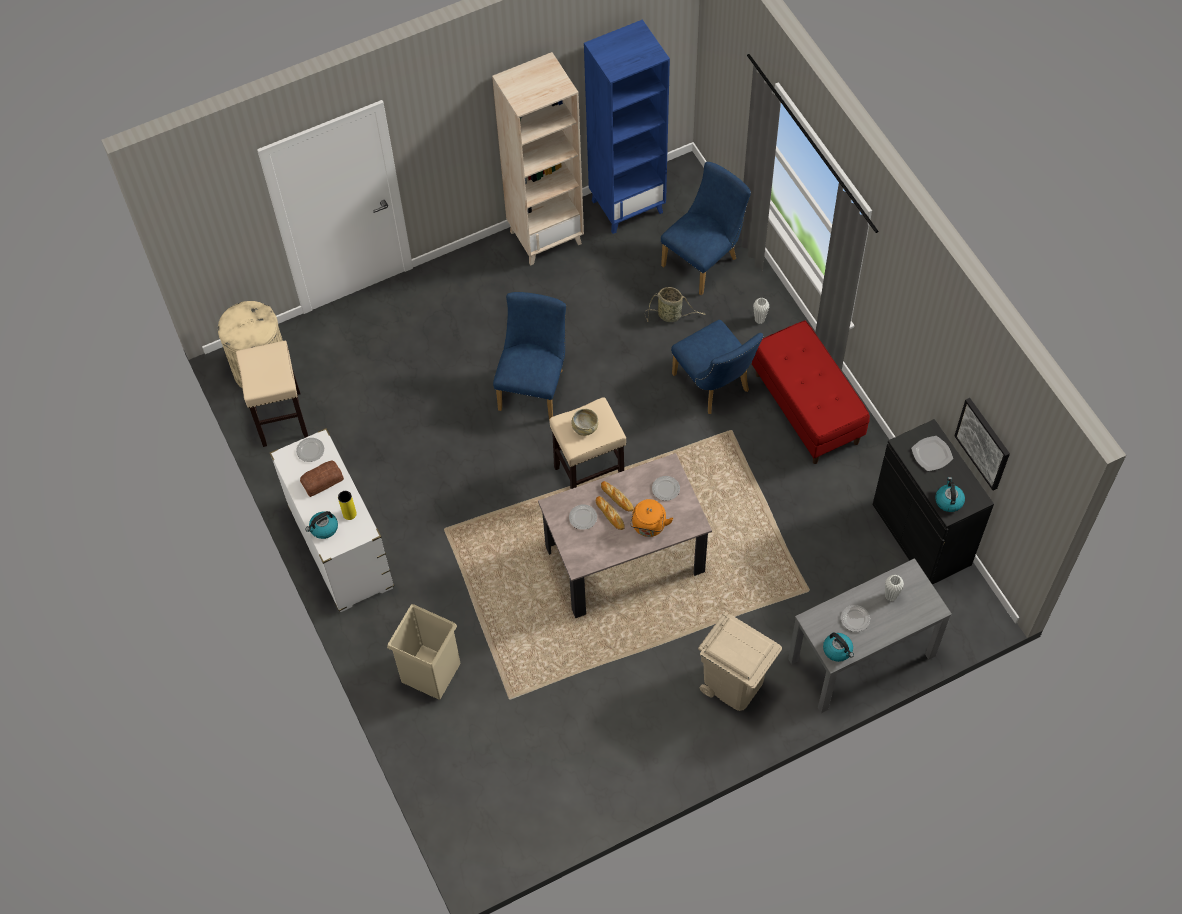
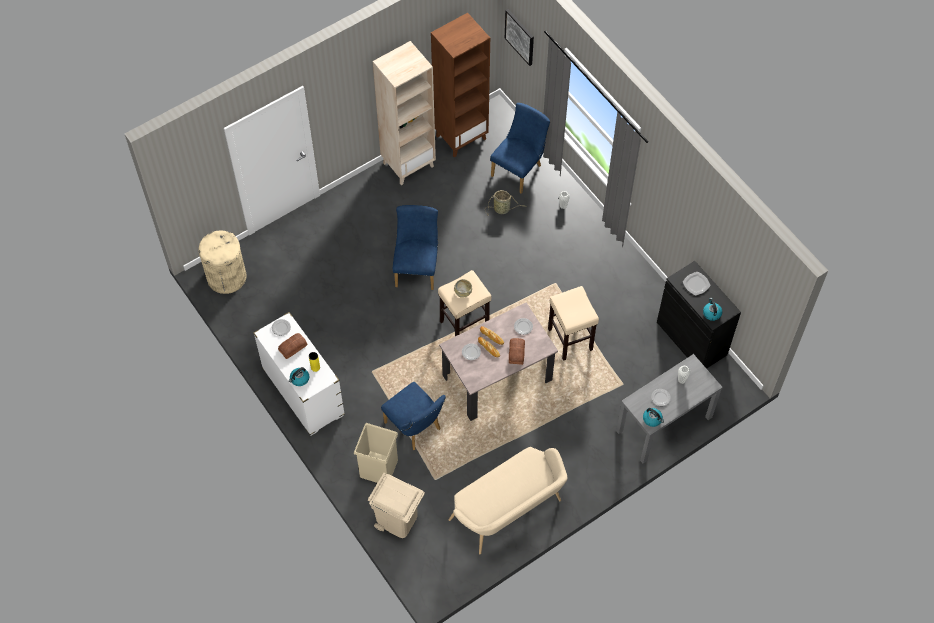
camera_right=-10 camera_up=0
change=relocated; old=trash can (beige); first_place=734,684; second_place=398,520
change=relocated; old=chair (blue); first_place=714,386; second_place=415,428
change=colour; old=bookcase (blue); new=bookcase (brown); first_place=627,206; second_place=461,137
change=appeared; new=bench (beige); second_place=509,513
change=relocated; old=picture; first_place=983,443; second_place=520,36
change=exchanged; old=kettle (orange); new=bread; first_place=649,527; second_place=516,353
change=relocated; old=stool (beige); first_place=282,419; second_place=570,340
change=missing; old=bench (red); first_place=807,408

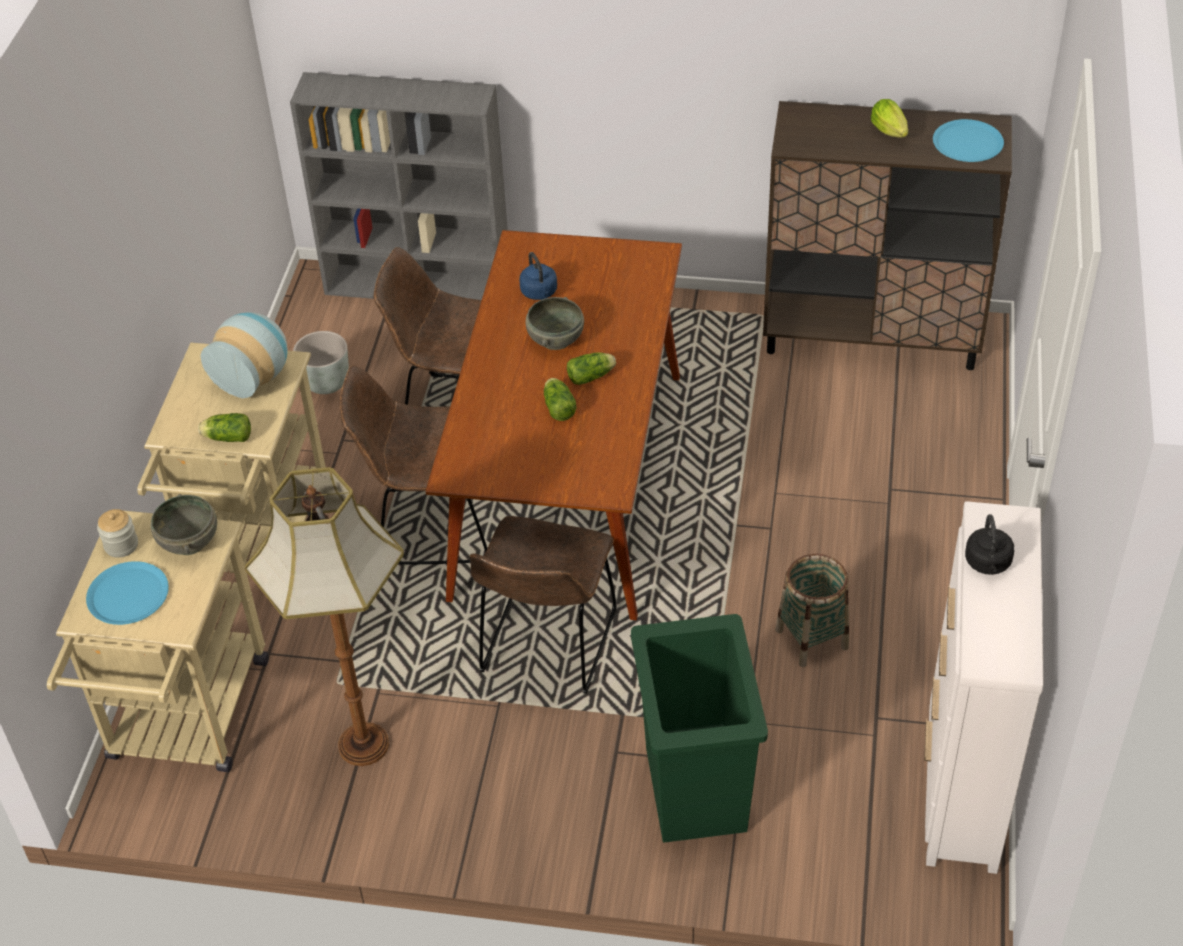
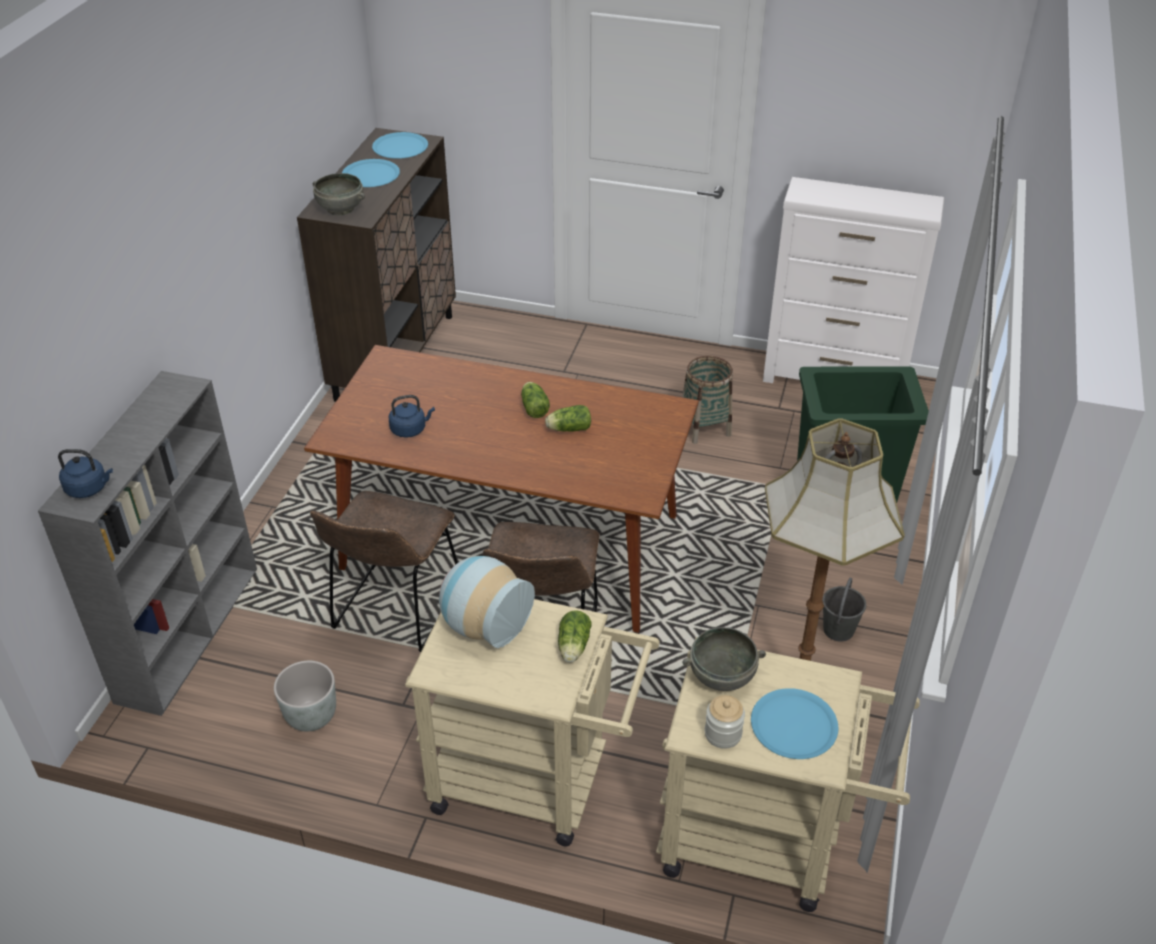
camera_right=-85 camera_up=-5
change=appeared; new=kettle (blue); second_place=89,488
change=relocated; old=bowl (grey); first_place=555,339; second_place=340,209
change=exchanged; old=lettuce; new=plate (blue); first_place=890,133; second_place=371,175
change=appeared; new=bucket (grey); second_place=838,630
change=missing; old=chair (brown); first_place=546,647
change=missing; old=kettle (black); first_place=988,564

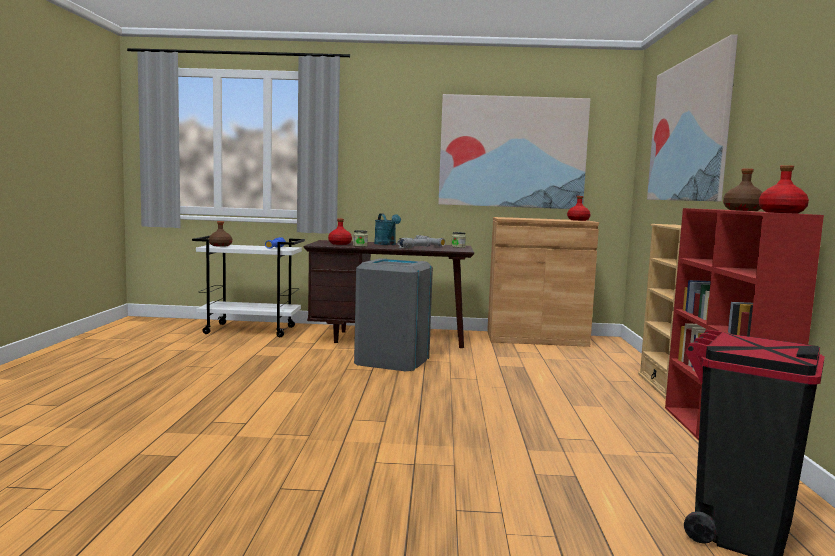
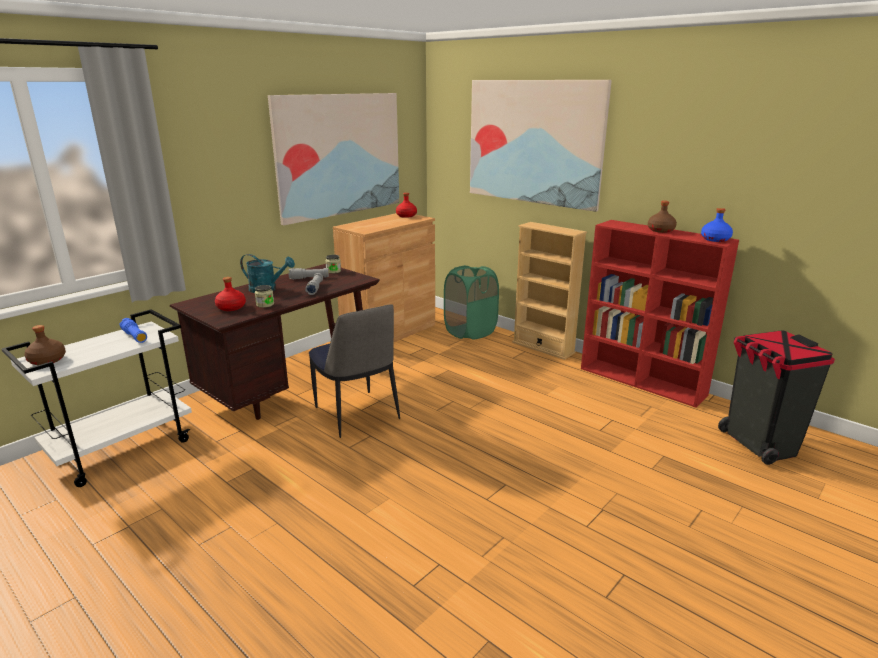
camera_right=-50 camera_up=15
change=exchanged; old=trash can (grey); new=chair; first_place=392,360; second_place=357,415
change=appeared; new=laundry basket (green); second_place=470,332
change=colour; old=bottle (red); new=bottle (blue); first_place=781,212; second_place=715,239

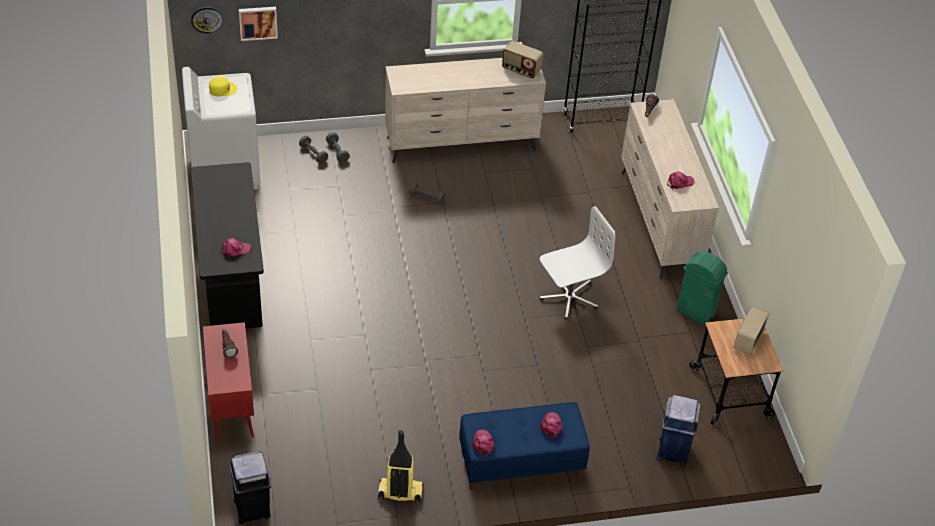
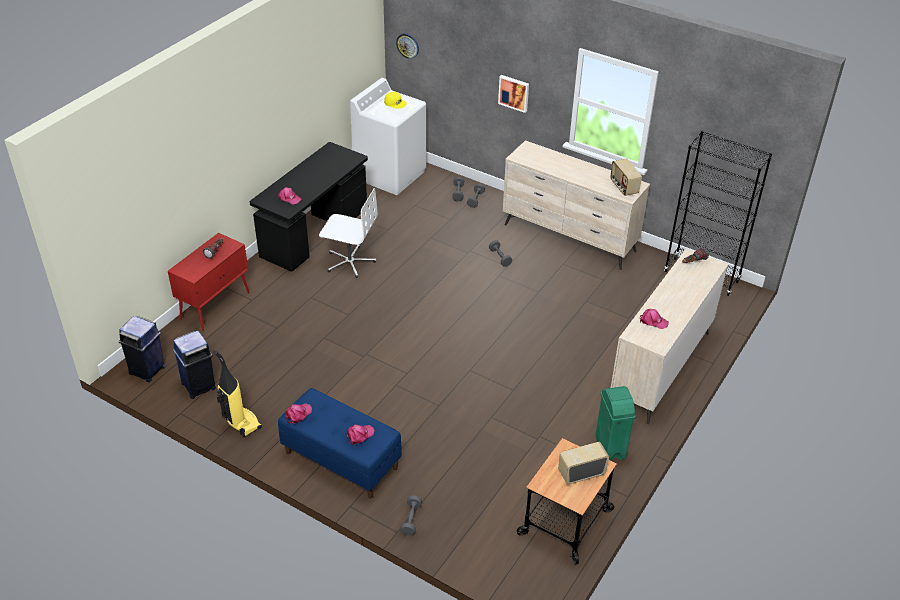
camera_right=45 camera_up=-5
change=relocated; old=trash can (blue); first_place=673,451; second_place=199,385
change=relocated; old=office chair (white); first_place=568,297; second_place=350,262
change=appeared; new=dumbbell (grey); second_place=411,520
change=relocated; old=picture; first_place=258,22; second_place=514,93

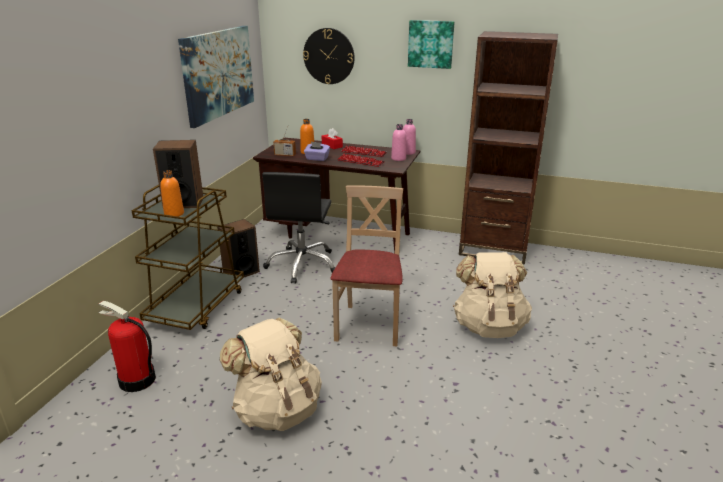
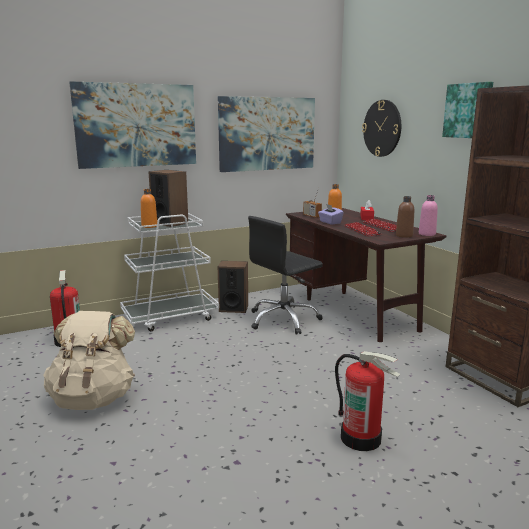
camera_right=45 camera_up=-10
change=appeared; new=picture; second_place=136,125
change=colour; old=cart (brown); new=cart (white); first_place=197,306; second_place=170,317
change=exchanged; old=backpack (beige); new=fire extinguisher; first_place=489,326; second_place=361,438
change=colour; old=bottle (pink); new=bottle (brown); first_place=398,159; second_place=404,236
change=missing; old=chair (beige); first_place=369,325

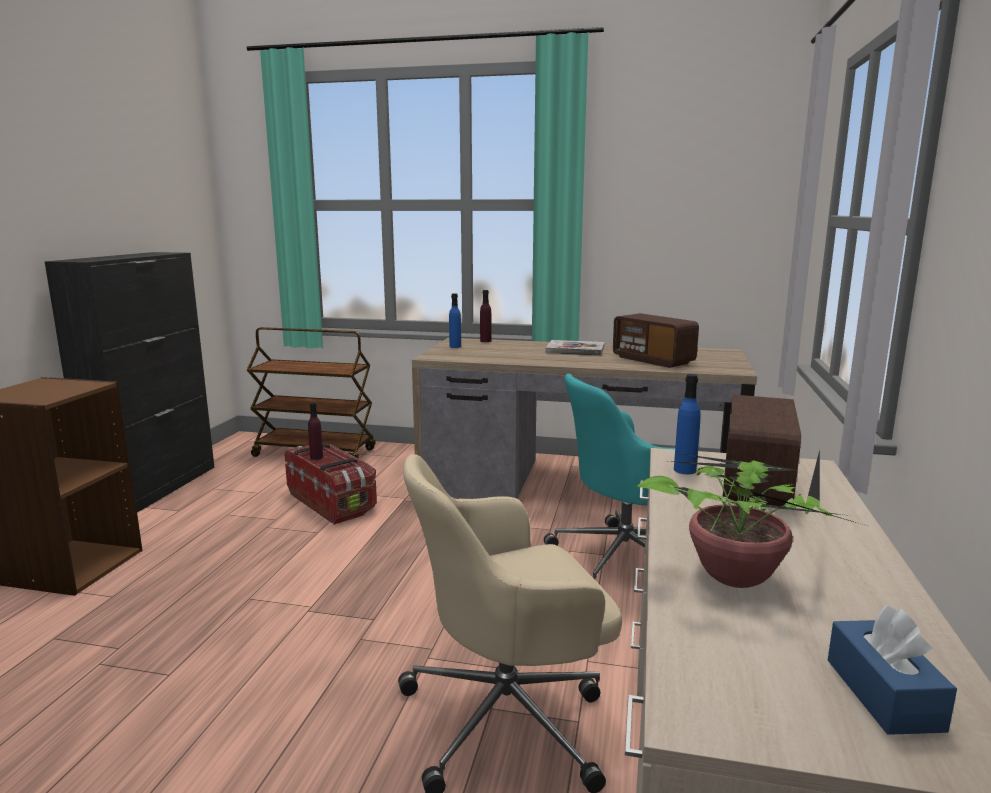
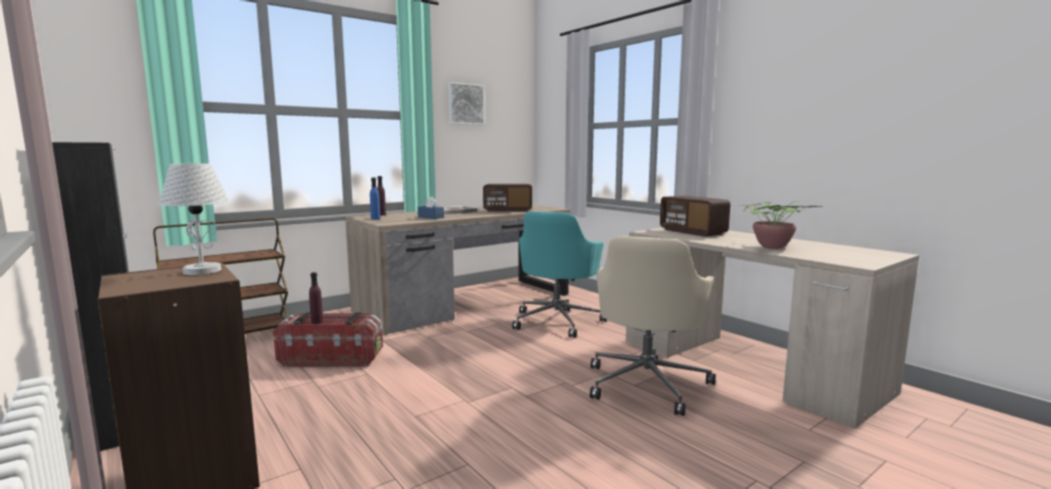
camera_right=-50 camera_up=-5
change=appeared; new=table lamp (white); second_place=201,271
change=relocated; old=tissue box (blue); first_place=883,694; second_place=430,217
change=appeared; new=picture; second_place=465,104
change=missing; old=bottle (blue); first_place=685,470

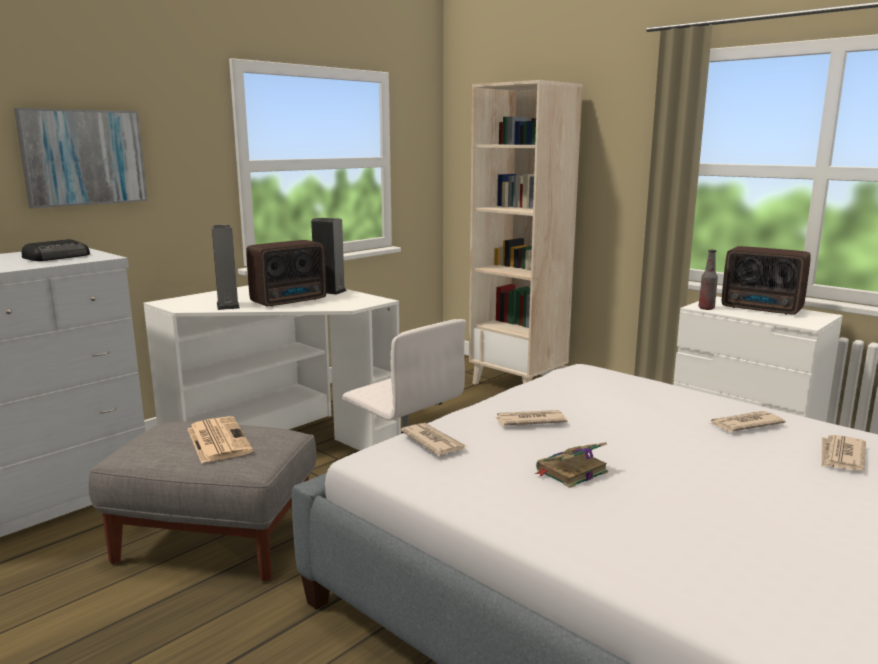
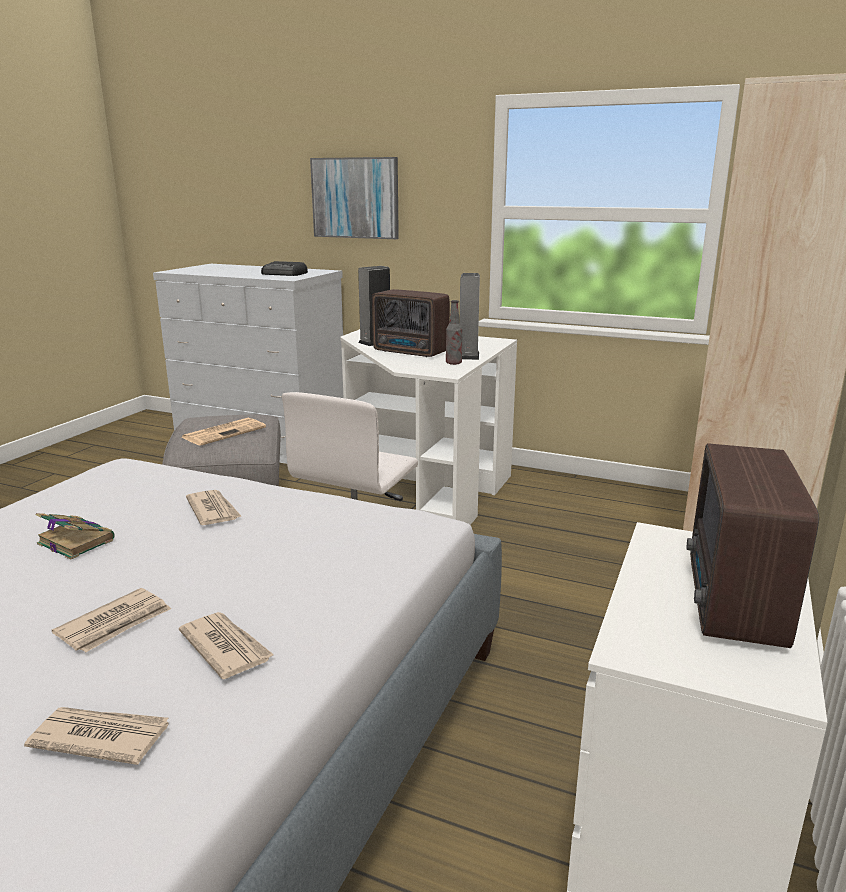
camera_right=70 camera_up=5
change=relocated; old=newspaper; first_place=433,442; second_place=115,624
change=relocated; old=bottle; first_place=706,308; second_place=453,363

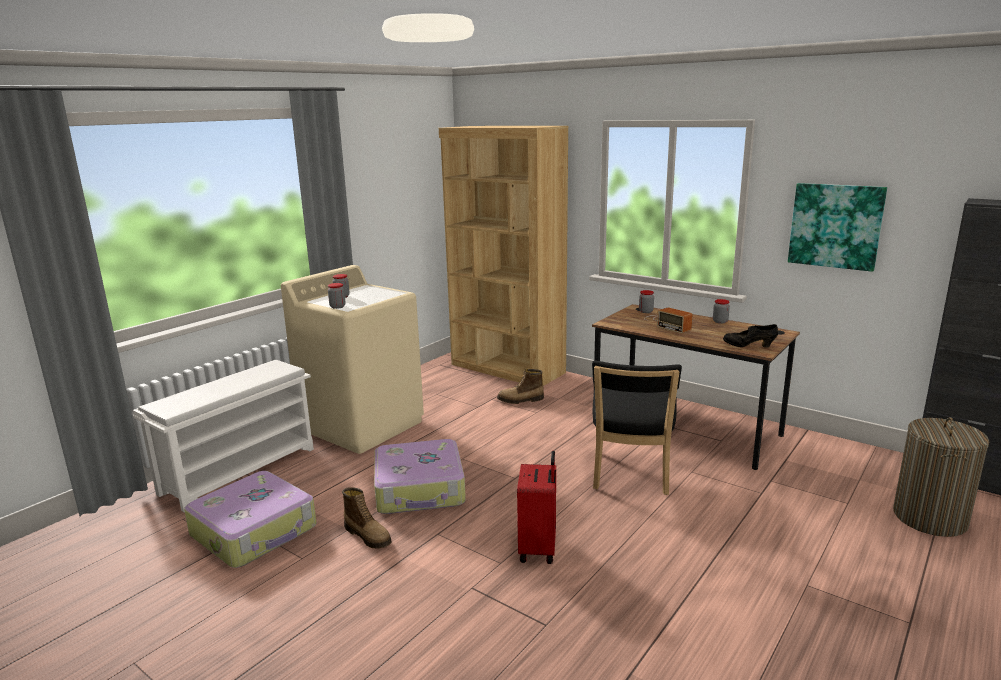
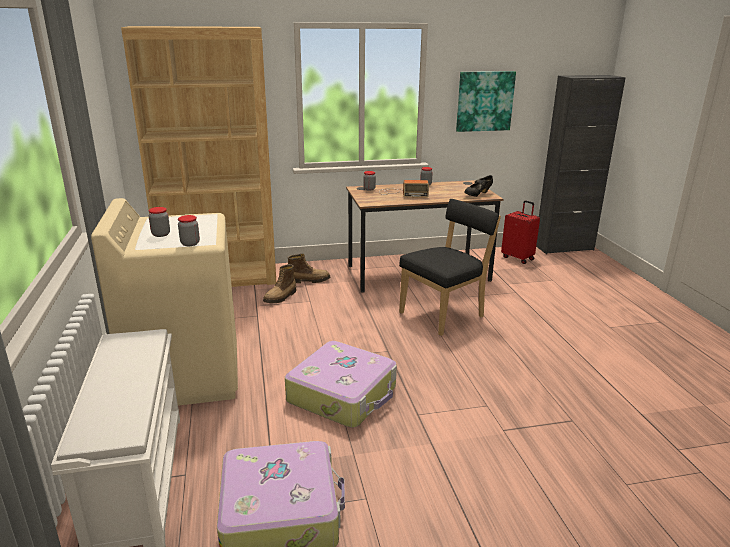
camera_right=-50 camera_up=5
change=relocated; old=boot; first_place=368,536; second_place=309,280
change=spun; old=chair (black); first_place=630,475; second_place=445,314; degrees=-90
change=relocated; old=suitcase (red); first_place=539,549; second_place=518,258
change=missing; old=laundry basket; first_place=929,518

